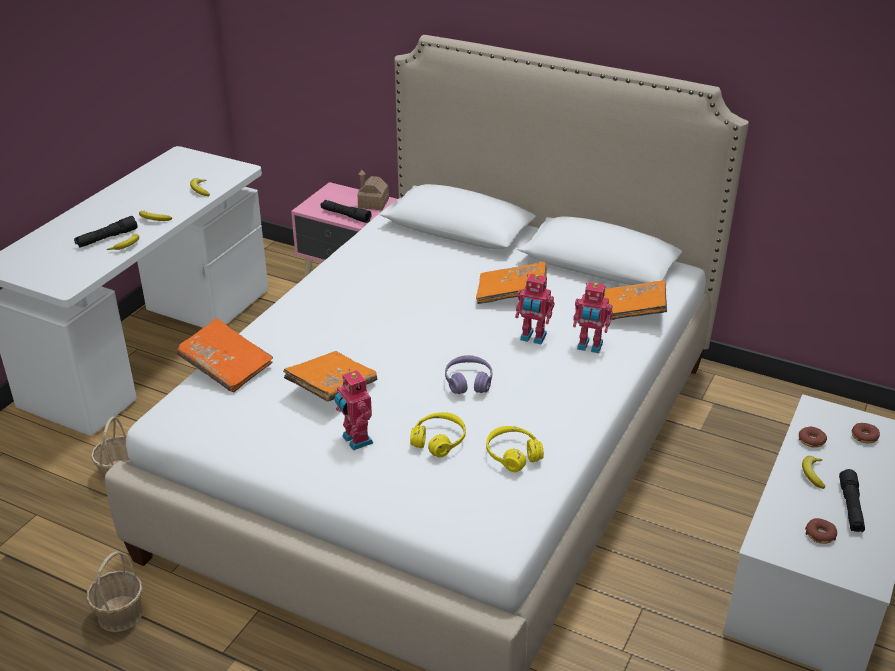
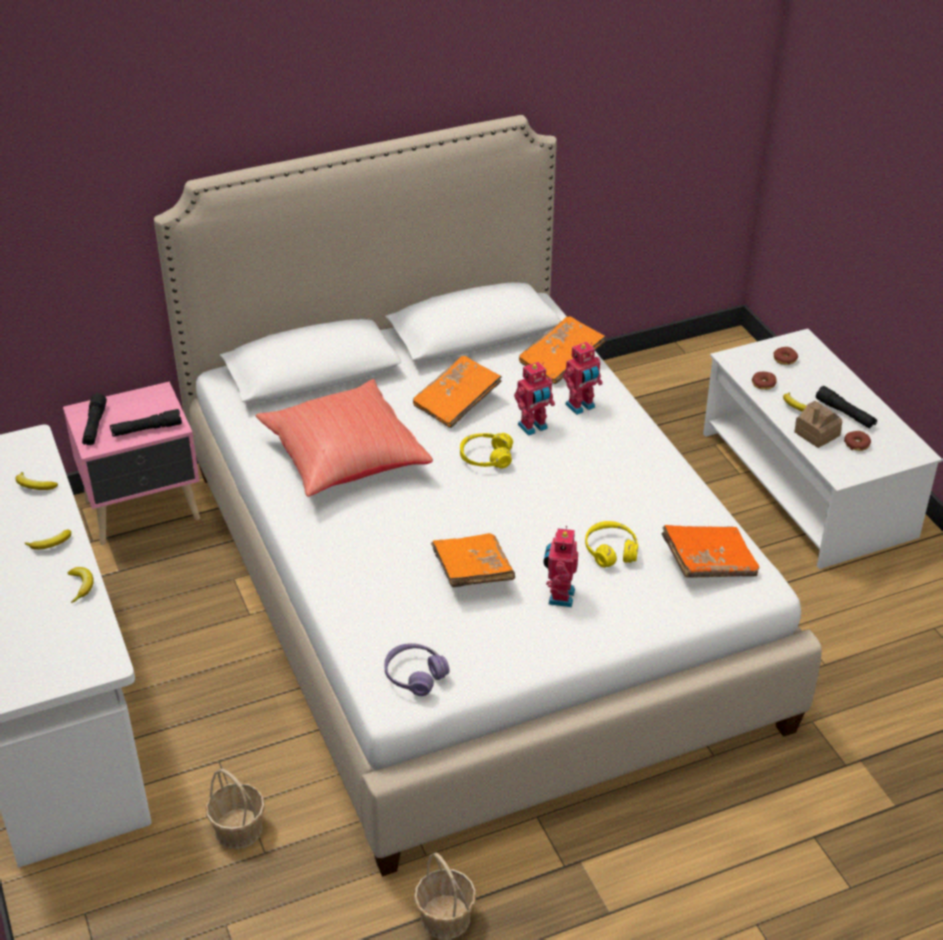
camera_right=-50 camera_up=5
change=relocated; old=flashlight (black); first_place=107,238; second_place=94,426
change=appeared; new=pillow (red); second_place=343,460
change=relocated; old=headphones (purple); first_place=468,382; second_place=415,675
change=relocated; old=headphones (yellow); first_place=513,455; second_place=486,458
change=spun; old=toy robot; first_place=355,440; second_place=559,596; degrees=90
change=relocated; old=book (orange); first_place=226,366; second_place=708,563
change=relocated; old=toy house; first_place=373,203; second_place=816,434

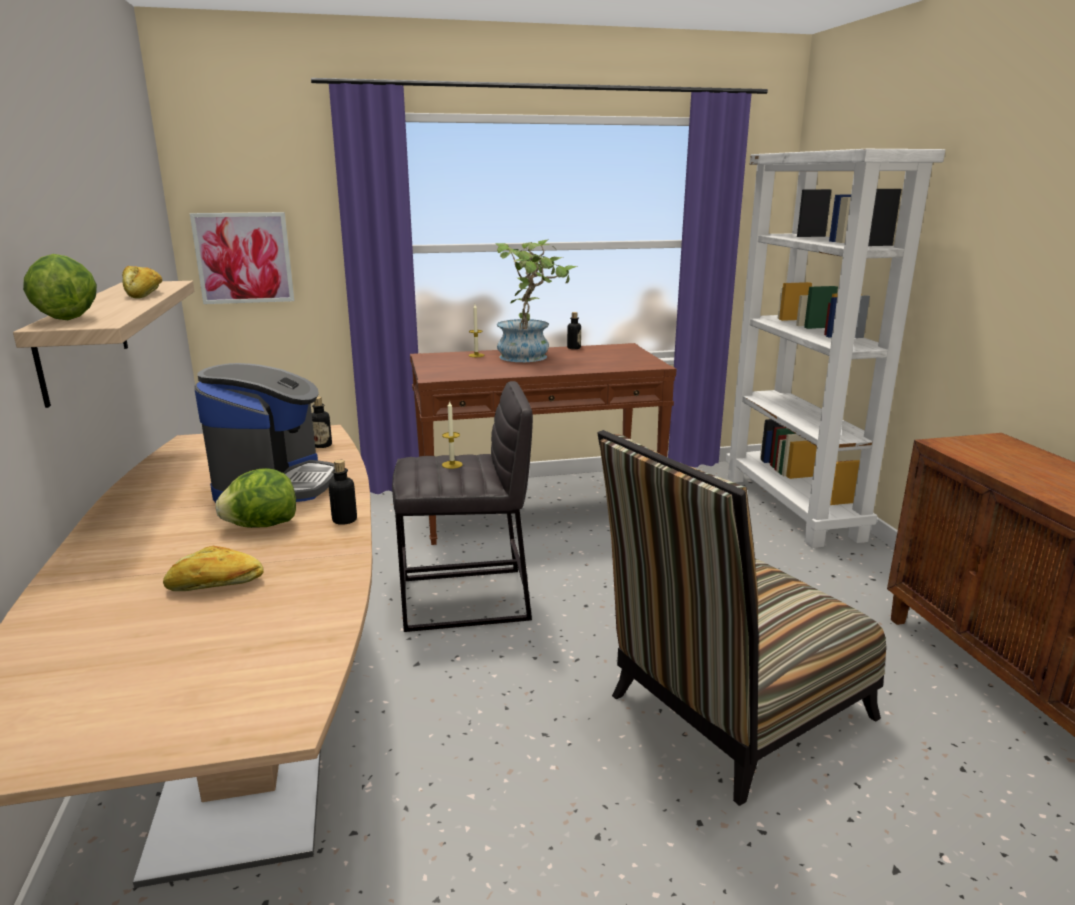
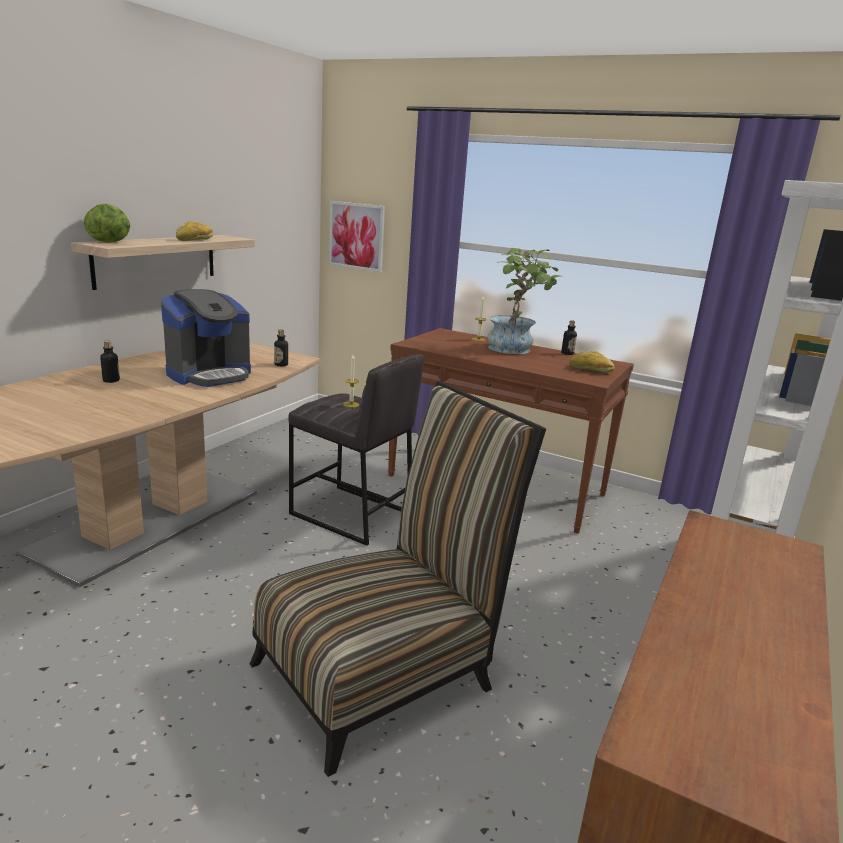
camera_right=40 camera_up=0
change=relocated; old=bottle; first_place=344,520; second_place=111,380
change=spun; old=chair; first_place=730,713; second_place=384,670; degrees=135
change=relocated; old=bread; first_place=215,585; second_place=590,370
change=missing; old=lettuce; first_place=261,525

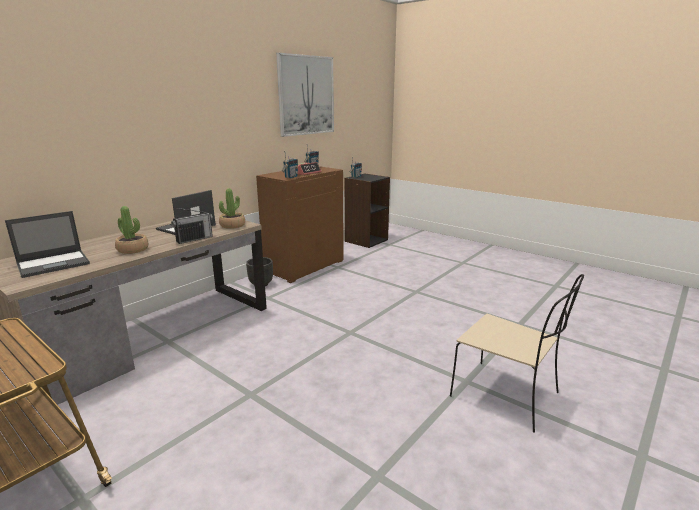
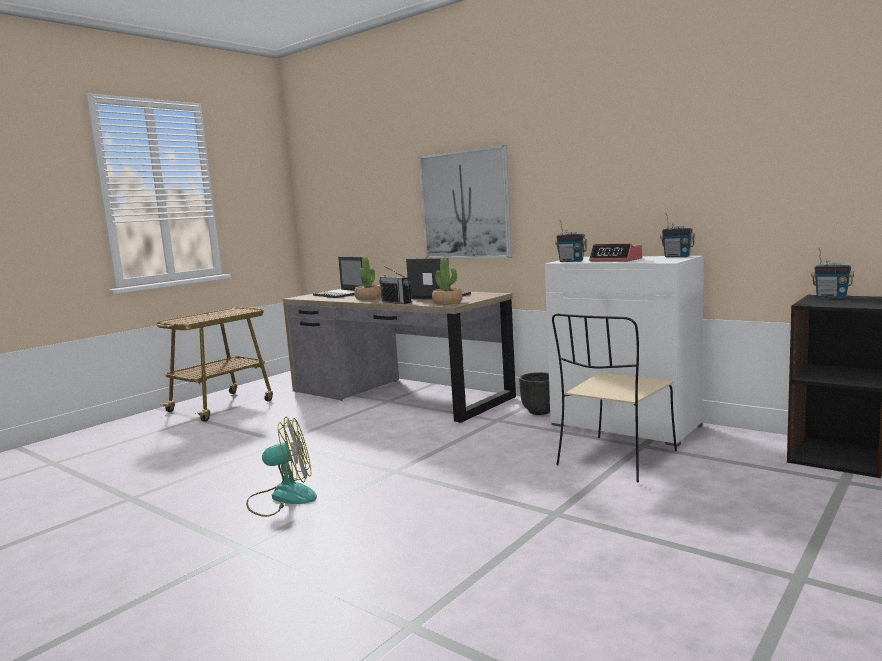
camera_right=90 camera_up=-10
change=appeared; new=fan; second_place=282,498
change=relocated; old=picture; first_place=306,95; second_place=465,205
change=colour; old=cabinet (brown); new=cabinet (white); first_place=304,266; second_place=626,425
change=relocated; old=chair (beige); first_place=507,395; second_place=615,460

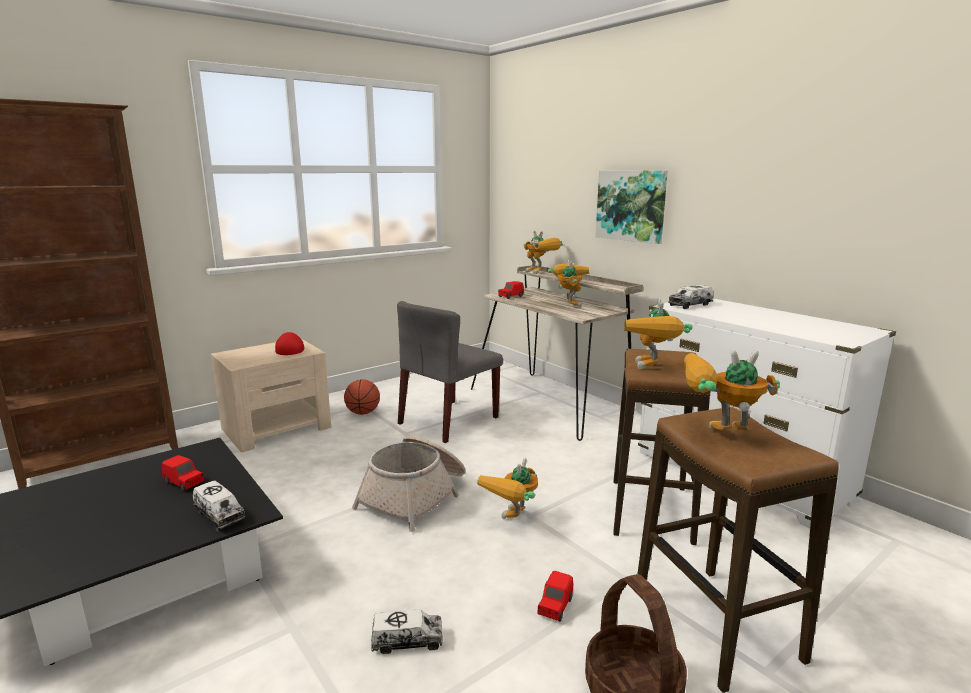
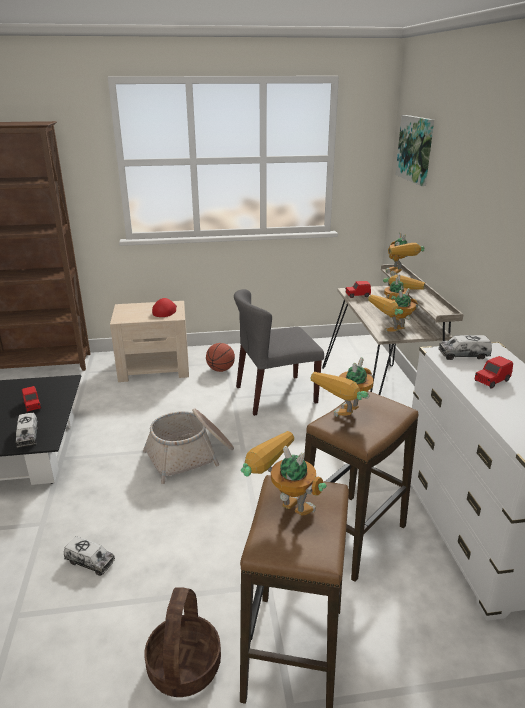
camera_right=30 camera_up=10
change=relocated; old=toy robot; first_place=513,521; second_place=391,334
change=relocated; old=picture; first_place=631,205; second_place=416,149
change=relocated; old=toy car (red); first_place=555,607; second_place=491,381

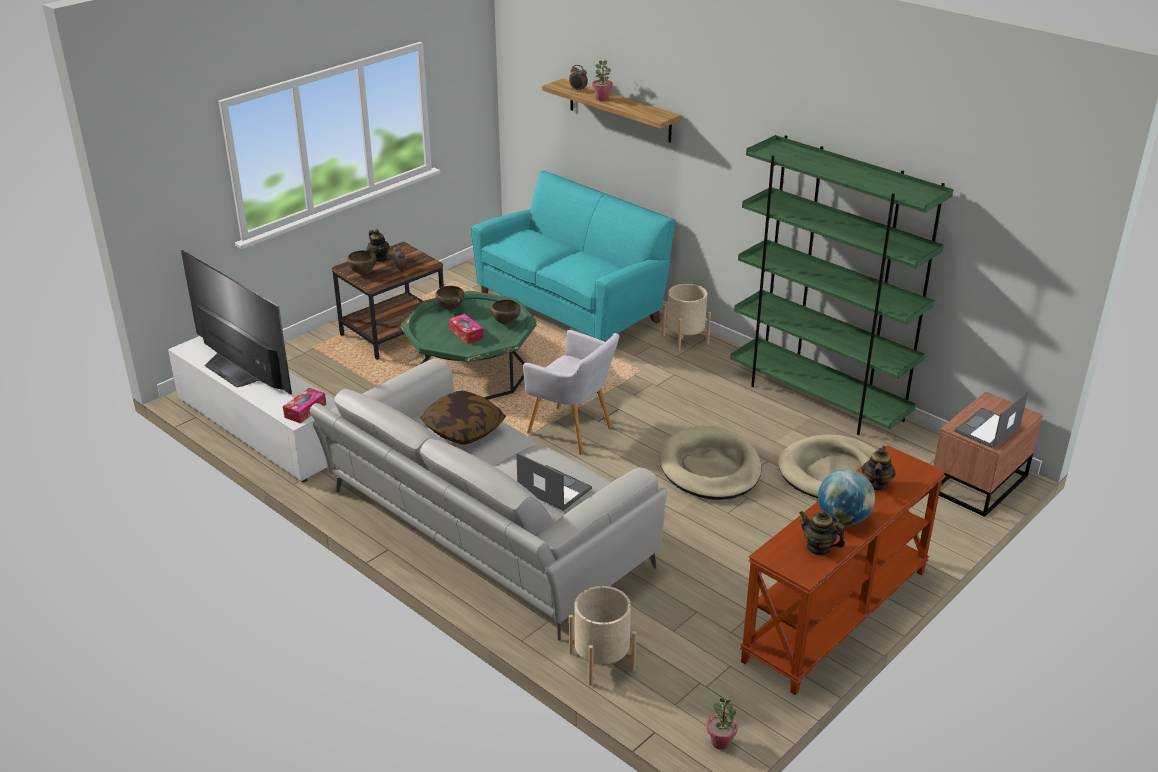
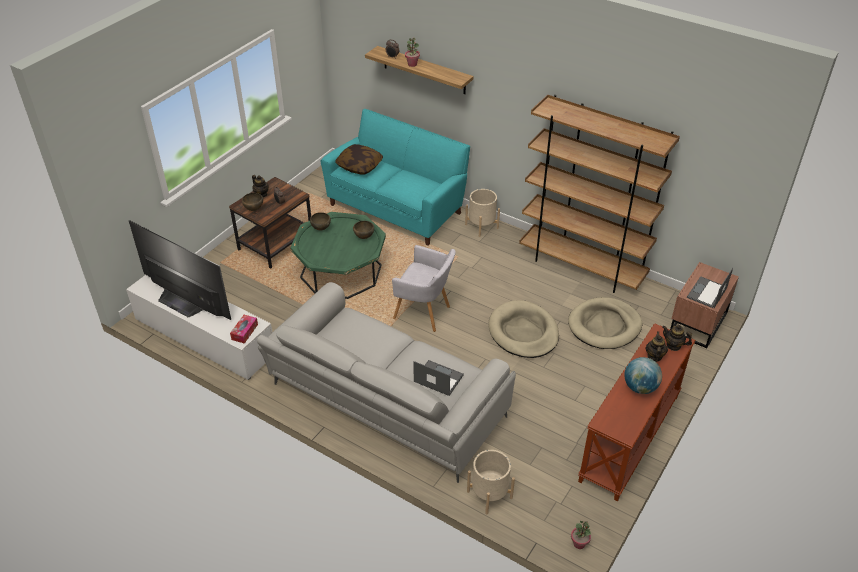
camera_right=-10 camera_up=10
change=relocated; old=pillow; first_place=463,429; second_place=359,166
change=colour; old=bookcase (green); new=bookcase (brown); first_place=818,399; second_place=582,267
change=relocated; old=teapot; first_place=818,548; second_place=673,345
change=missing; old=tissue box; first_place=466,334

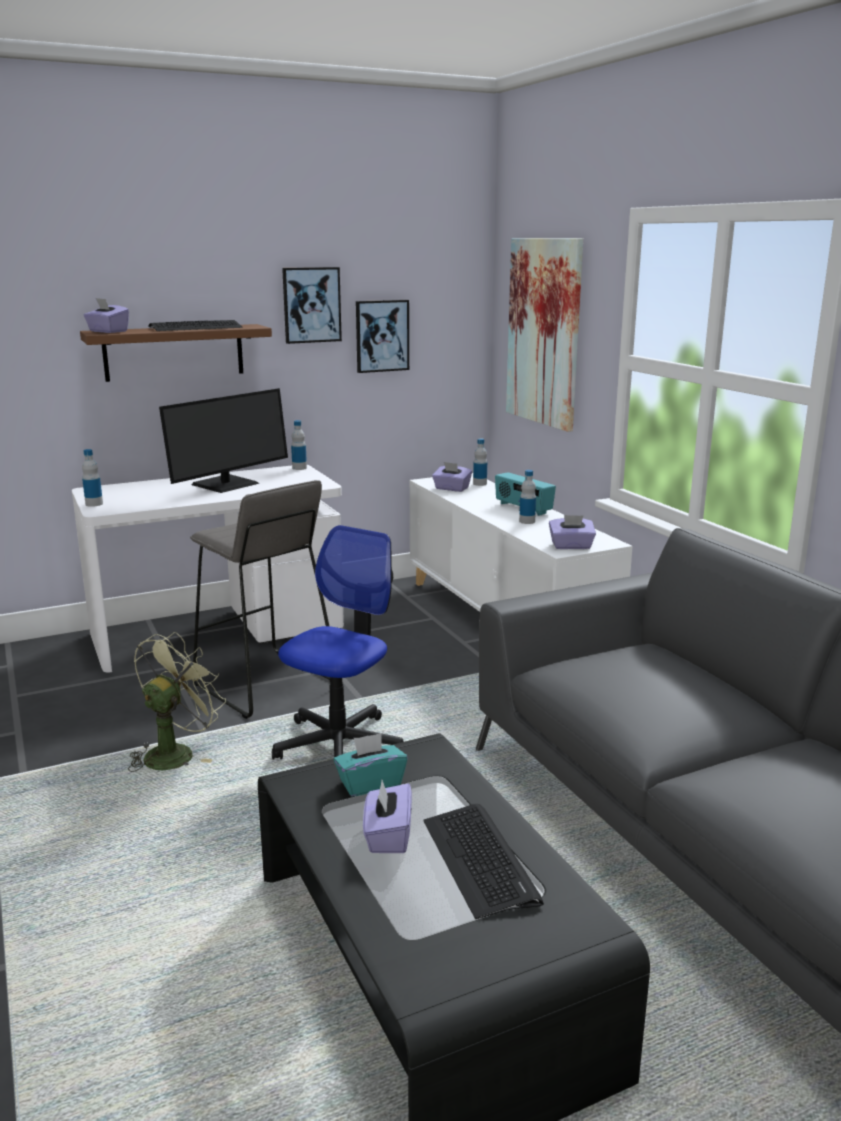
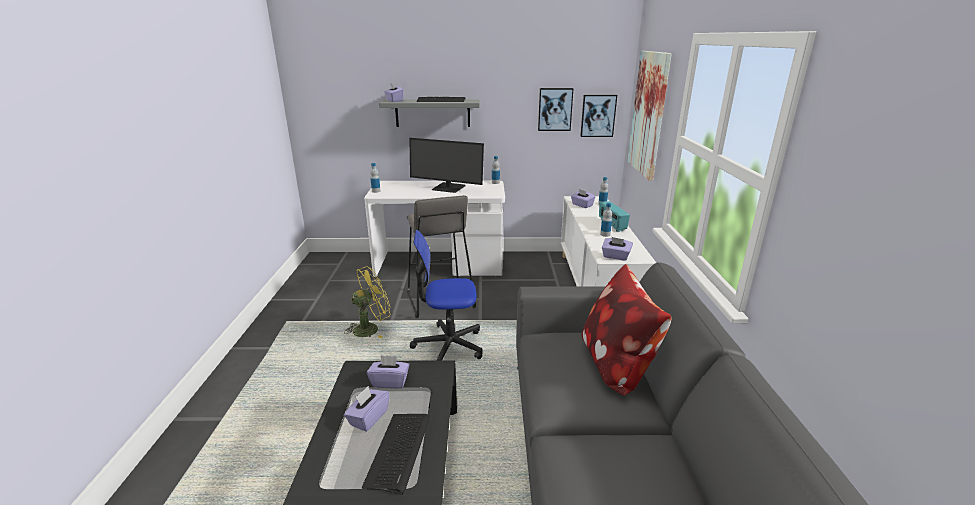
camera_right=25 camera_up=5
change=colour; old=fan (green); new=fan (yellow); first_place=175,752; second_place=371,328
change=colour; old=tissue box (turquoise); new=tissue box (purple); first_place=370,783; second_place=390,382
change=colour; old=shelf (brown); new=shelf (grey); first_place=174,352; second_place=432,113
change=spun; old=monitor; first_place=226,484; second_place=448,188; degrees=45
change=spun; old=office chair; first_place=340,745; second_place=448,346; degrees=-150
change=relocated; old=picture; first_place=311,305; second_place=598,115
change=appeared; new=pillow; second_place=617,364

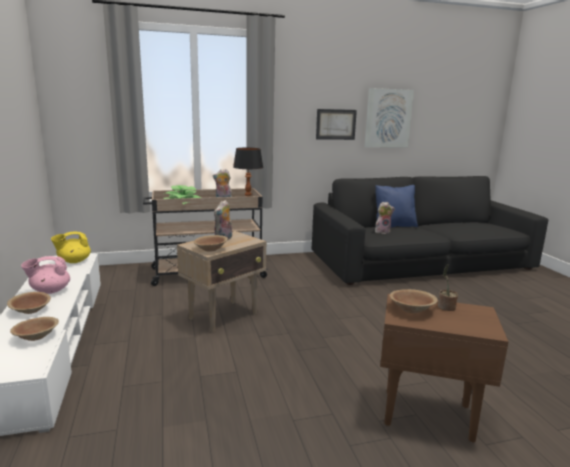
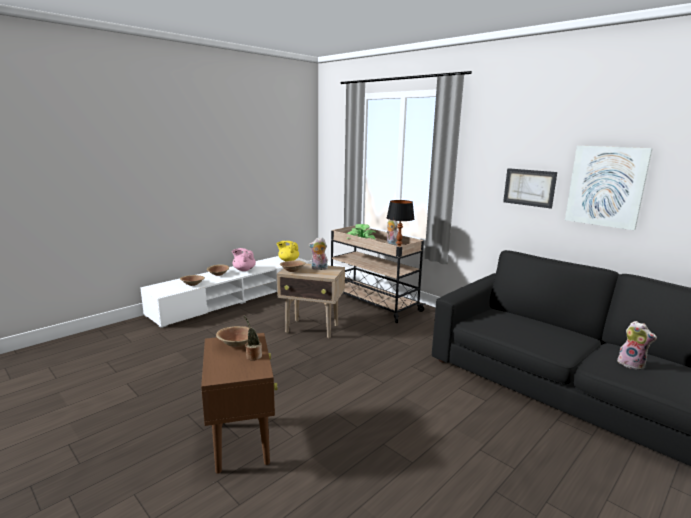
camera_right=60 camera_up=0
change=relocated; old=plush toy; first_place=382,232; second_place=632,364
change=missing; old=pillow (blue); first_place=394,226

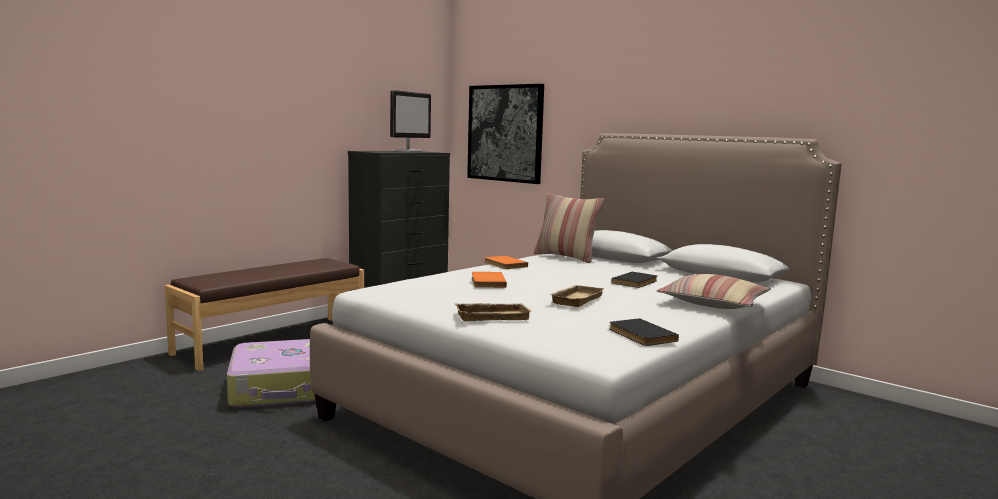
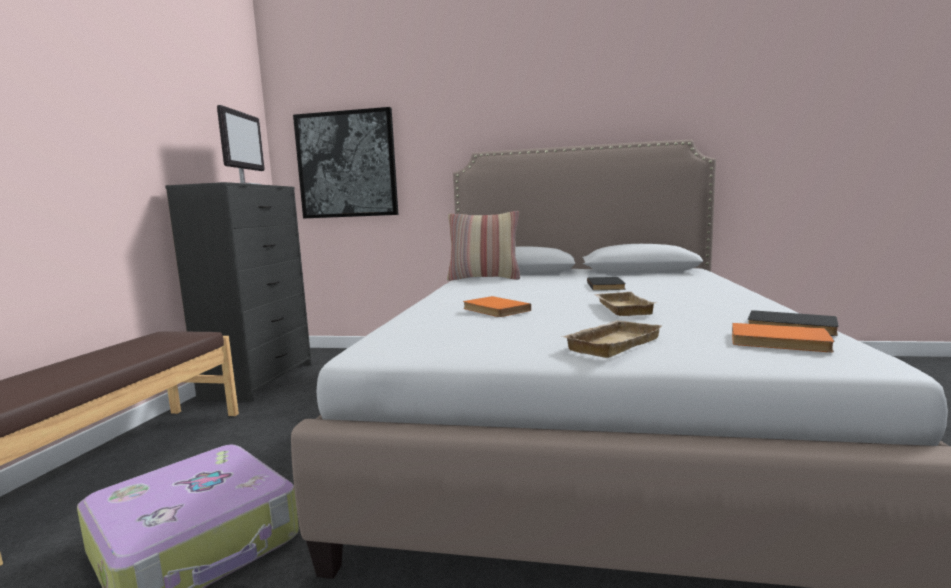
camera_right=-30 camera_up=0
change=relocated; old=book (orange); first_place=504,264; second_place=779,342
change=missing; old=pillow; first_place=713,303

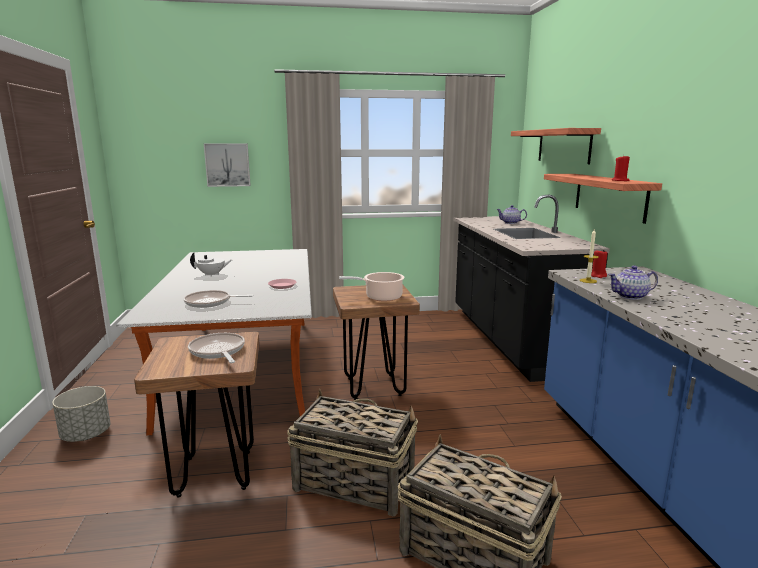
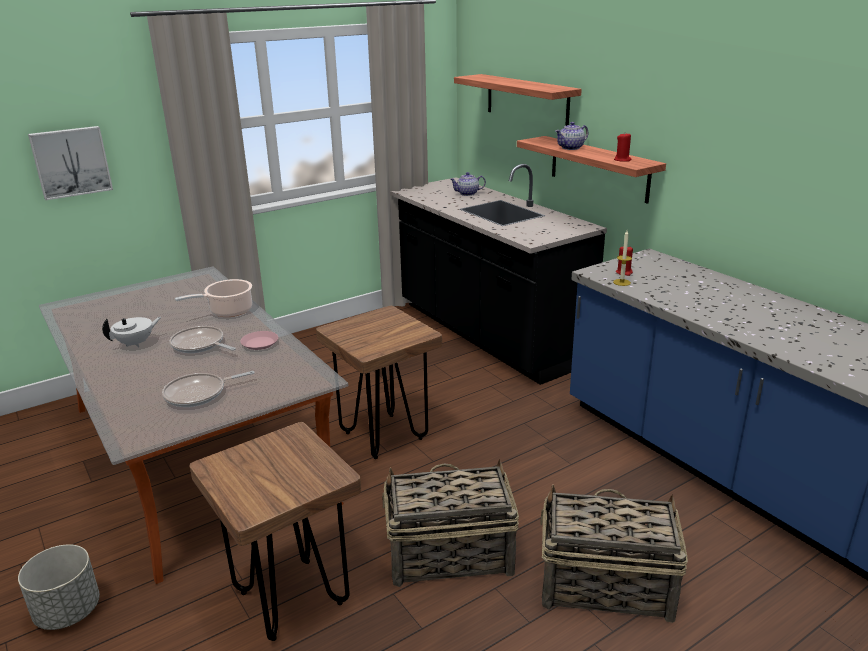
camera_right=-25 camera_up=10
change=relocated; old=frying pan; first_place=218,351; second_place=200,345
change=relocated; old=cooking pot; first_place=381,297; second_place=228,311
change=relocated; old=teapot; first_place=631,296; second_place=571,148

